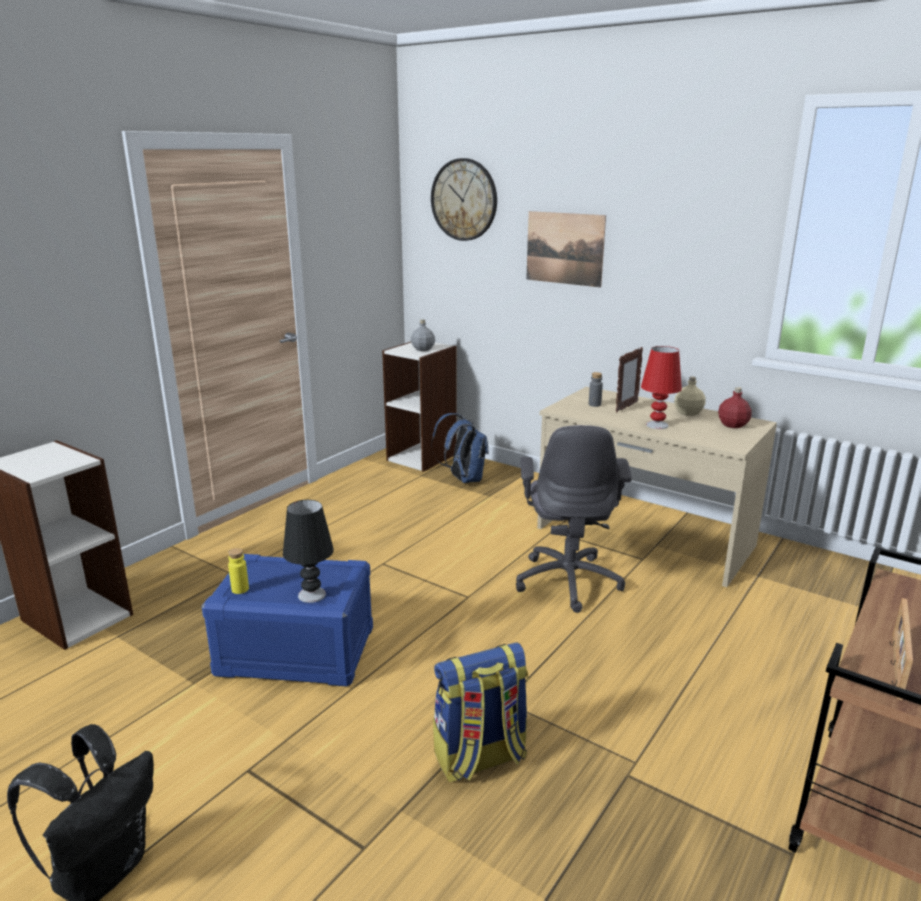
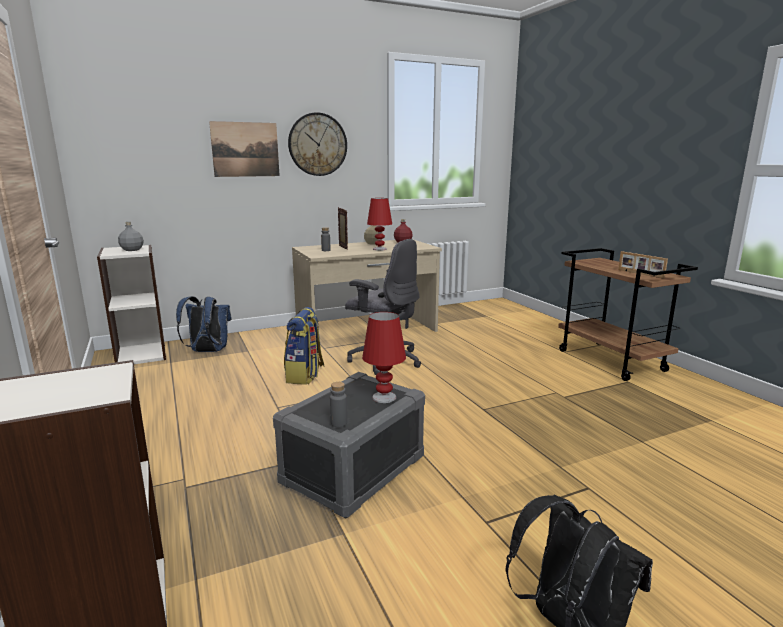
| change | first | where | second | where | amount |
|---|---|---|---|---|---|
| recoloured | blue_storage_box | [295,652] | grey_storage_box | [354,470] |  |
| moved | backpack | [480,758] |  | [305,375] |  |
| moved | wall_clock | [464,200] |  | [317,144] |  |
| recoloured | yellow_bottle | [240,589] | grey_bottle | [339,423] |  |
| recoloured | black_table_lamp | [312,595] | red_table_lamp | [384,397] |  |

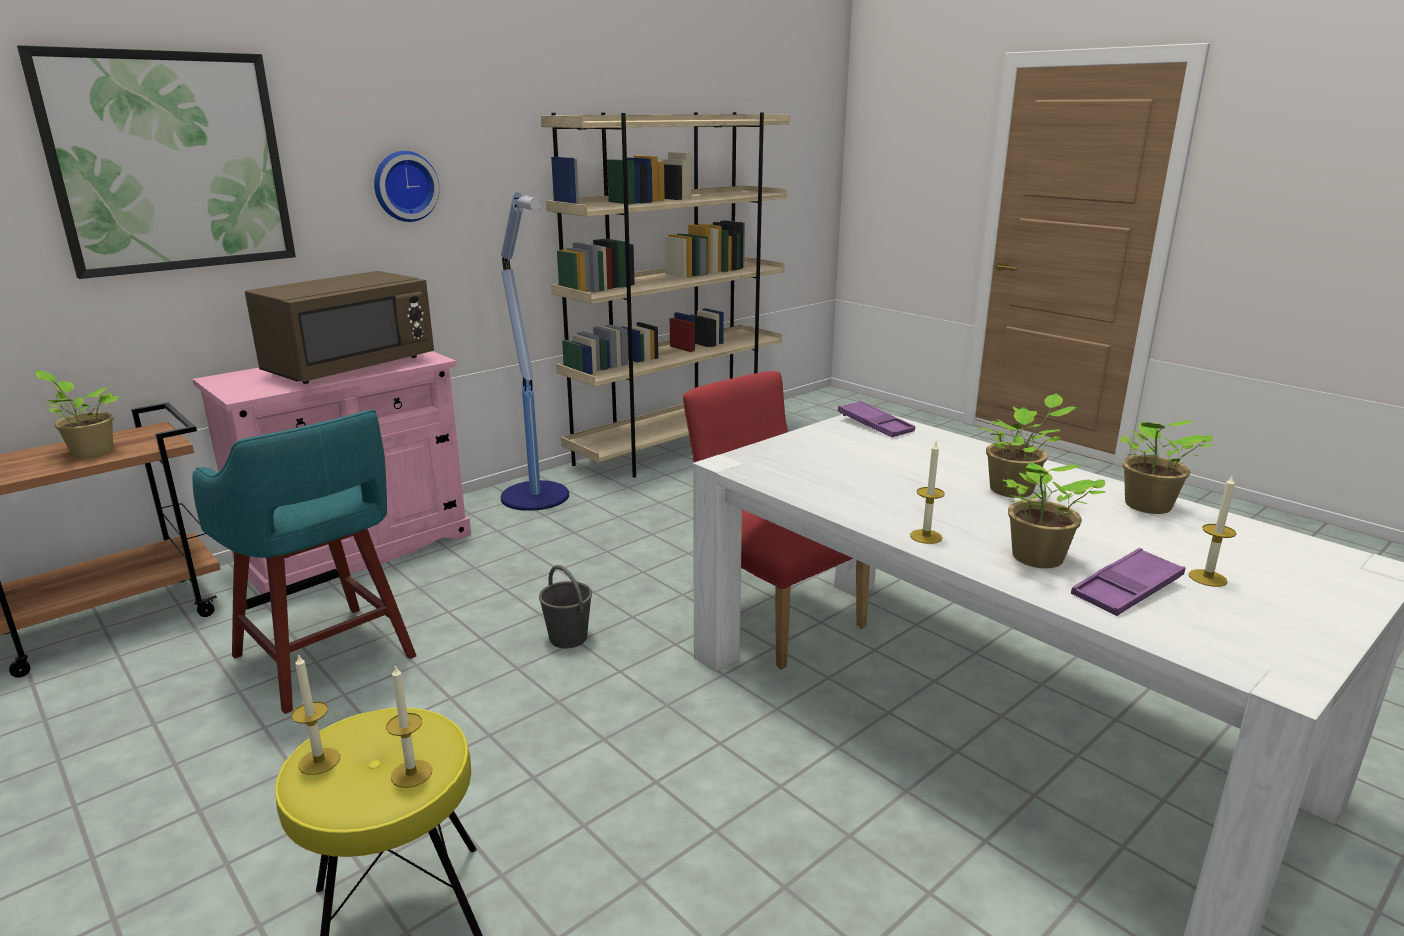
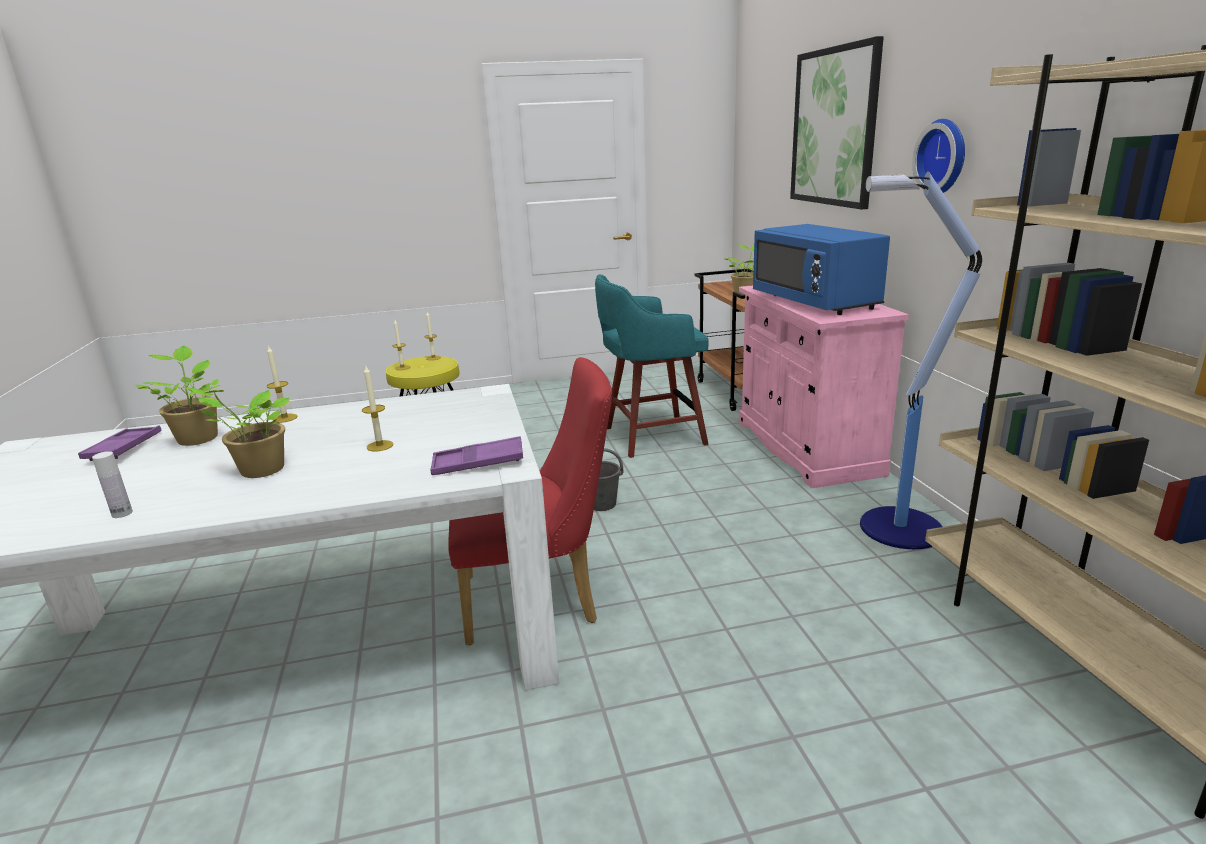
| change | first | where | second | where | amount |
|---|---|---|---|---|---|
| replaced | potted_plant | [1147,507] | white_bottle | [122,513] |  |
| moved | candle | [1207,578] |  | [380,446] |  |
| recoloured | brown_microwave | [350,367] | blue_microwave | [815,302] |  |

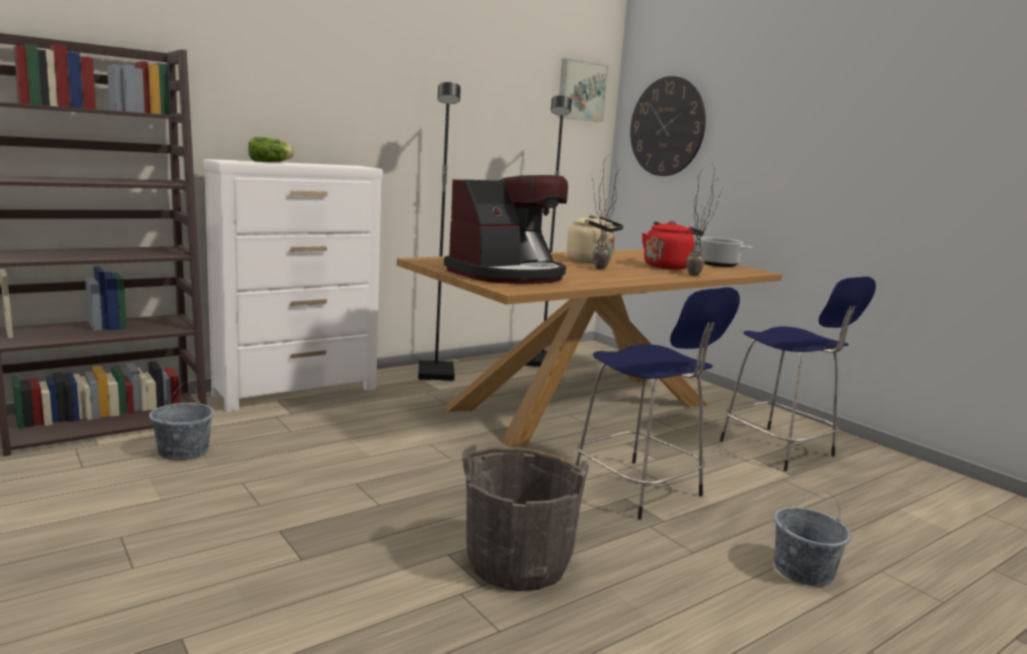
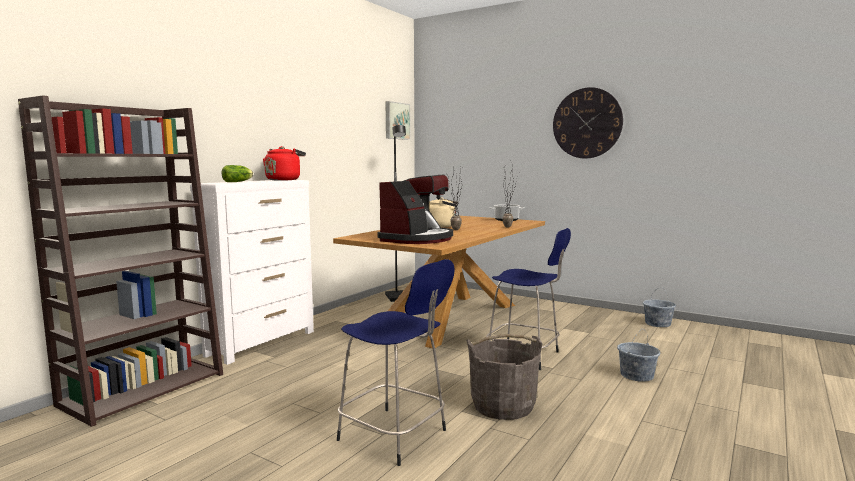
| change | first | where | second | where | amount |
|---|---|---|---|---|---|
| moved | red_kettle | [668,267] |  | [284,180] |  |
| moved | blue_stool | [779,450] |  | [395,436] |  |
| moved | wall_clock | [667,127] |  | [587,123] |  |
| moved | grey_bucket | [184,451] |  | [657,324] |  |
| removed | black_floor_lamp | [437,373] |  |  |  |

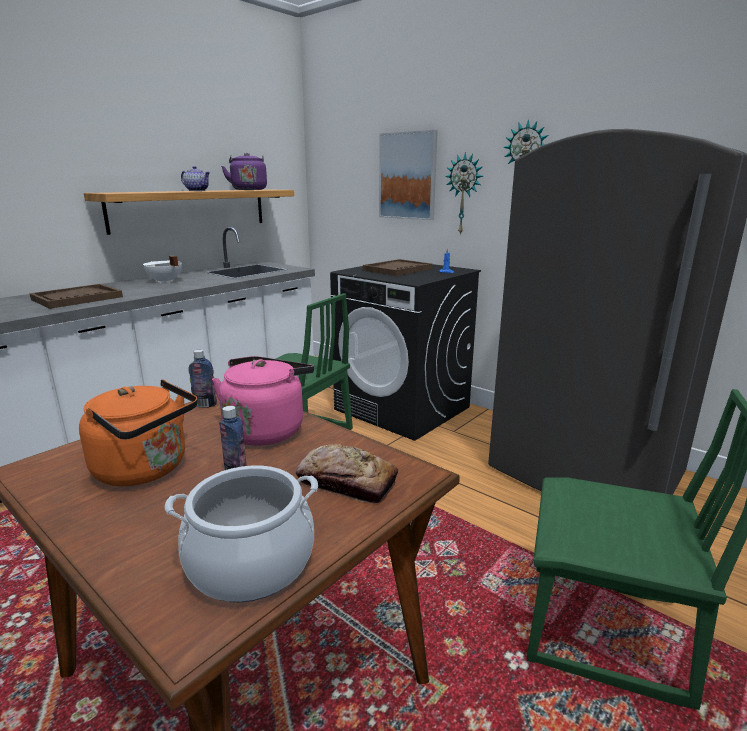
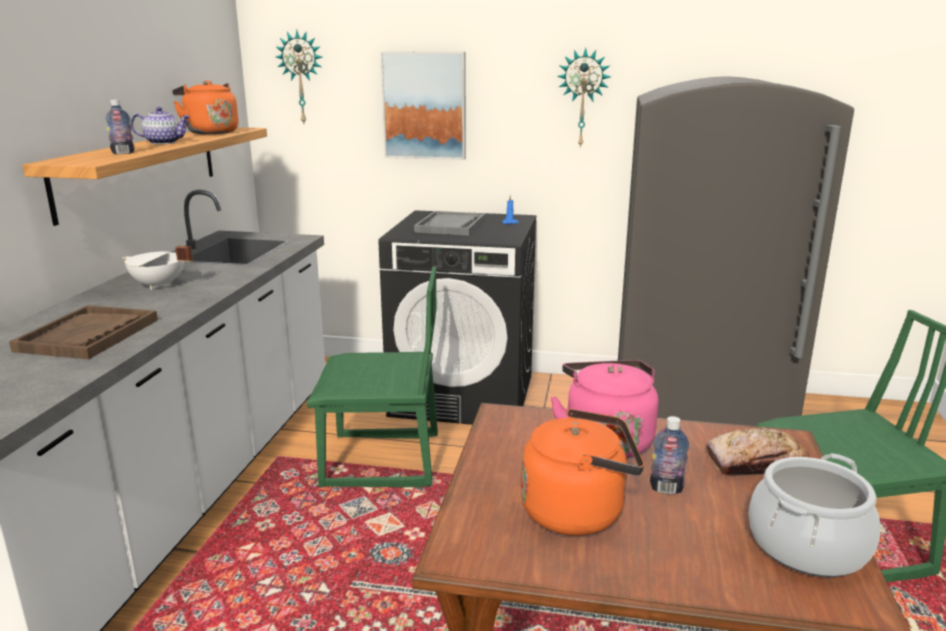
| change | first | where | second | where | amount |
|---|---|---|---|---|---|
| moved | bottle | [205,405] |  | [123,153] |  |
| recoloured | purple_kettle | [248,189] | orange_kettle | [210,132] |  |
| moved | wall_clock | [464,194] |  | [302,78] |  |
| recoloured | brown_tray | [397,269] | grey_tray | [451,226] |  |

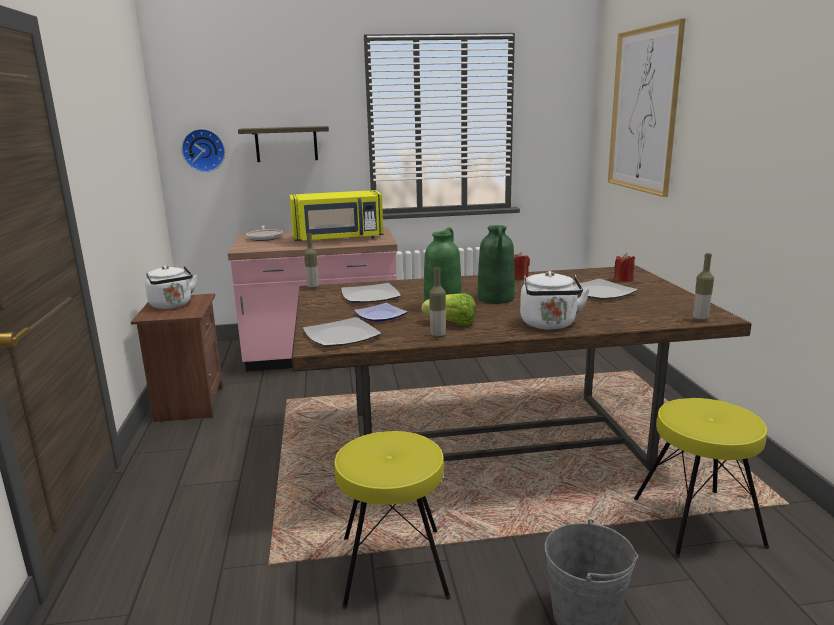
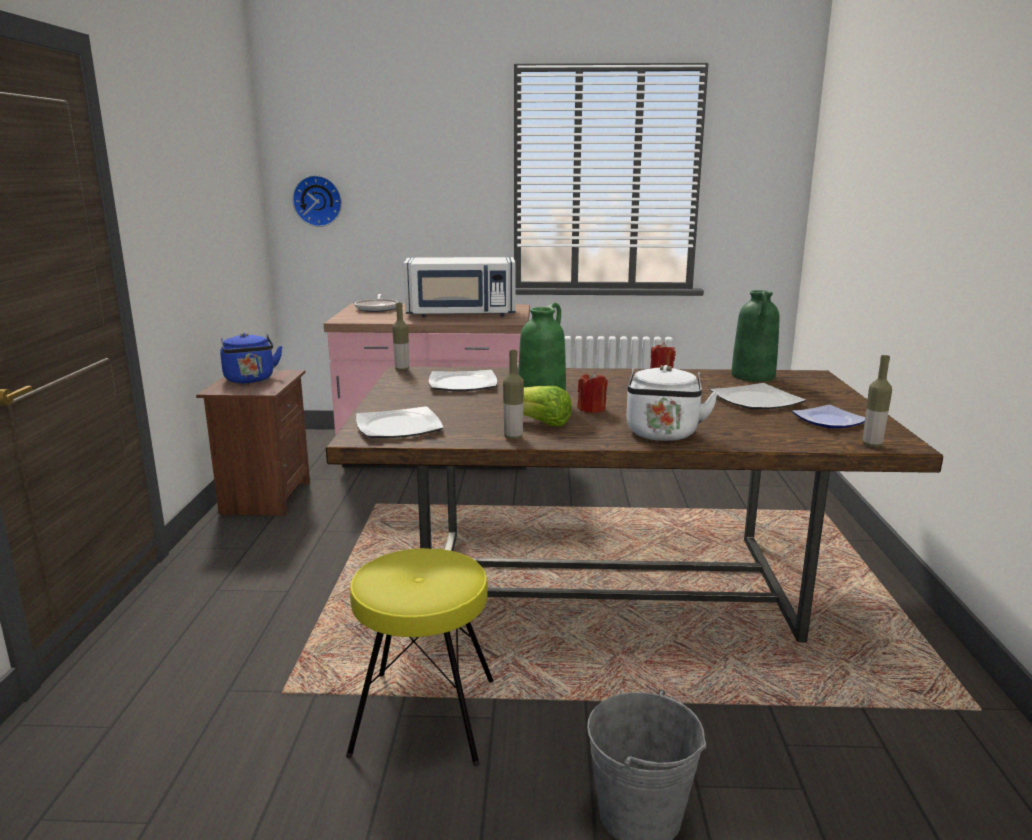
| change | first | where | second | where | amount |
|---|---|---|---|---|---|
| recoloured | white_kettle | [172,305] | blue_kettle | [250,380] |  |
| recoloured | yellow_microwave | [338,238] | white_microwave | [461,314] |  |
| moved | red_candle | [623,279] |  | [592,409] |  |
| moved | green_vase | [496,299] |  | [753,376] |  |
| moved | plate | [380,316] |  | [829,422] |  |
| removed | shelf | [286,144] |  |  |  |
| removed | picture | [643,110] |  |  |  |
| removed | yellow_stool | [696,522] |  |  |  |

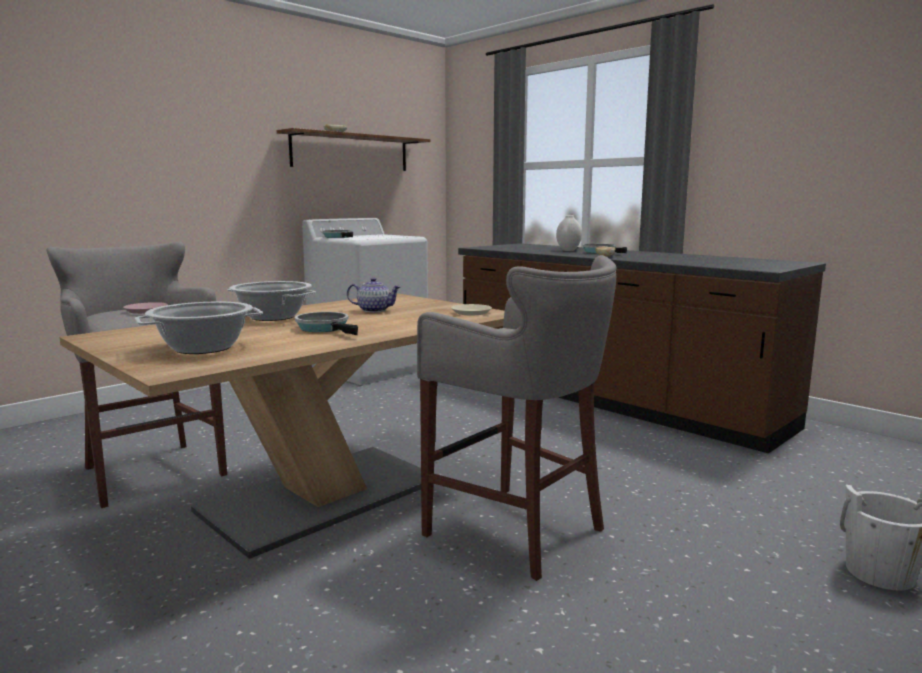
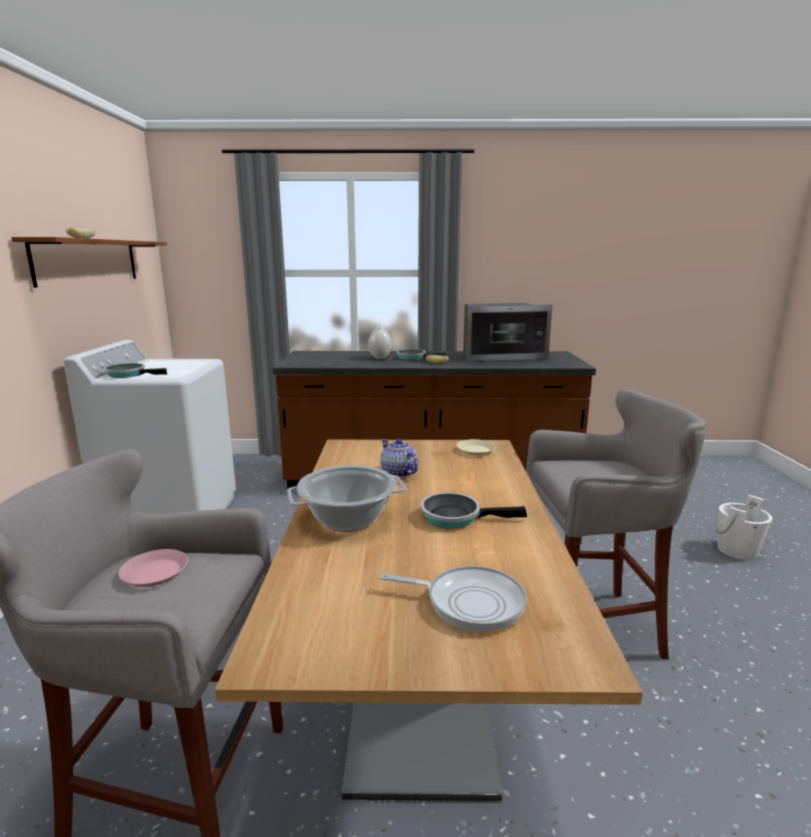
| change | first | where | second | where | amount |
|---|---|---|---|---|---|
| turned | teapot | [374,310] |  | [398,473] | 90 degrees counterclockwise |
| replaced | cooking_pot | [203,348] | frying_pan | [469,602] |  |
| added |  |  | microwave | [500,356] |  |

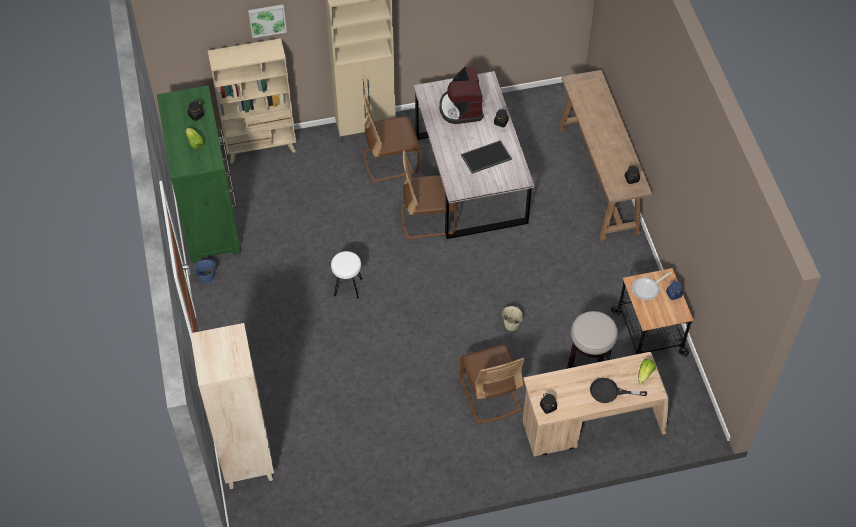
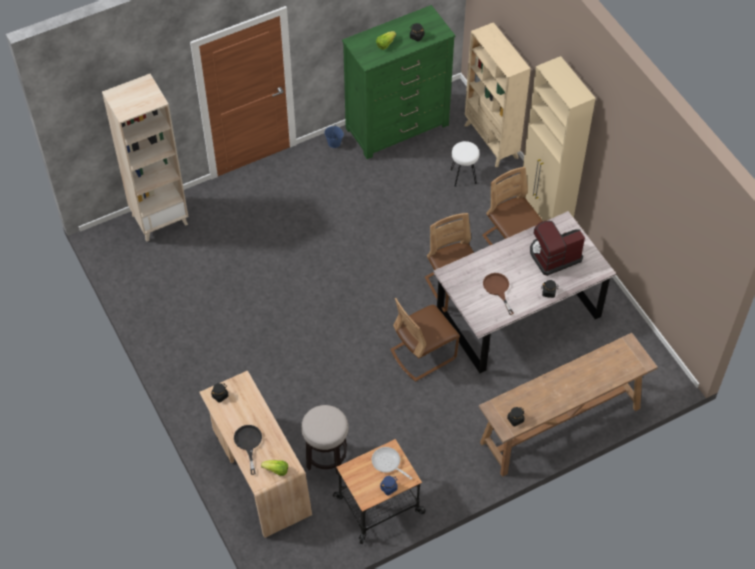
| change | first | where | second | where | amount |
|---|---|---|---|---|---|
| moved | brown_chair | [490,395] |  | [423,354] |  |
| moved | white_stool | [347,286] |  | [463,176] |  |
| replaced | tray | [486,158] | brown_frying_pan | [497,289] |  |
| removed | picture | [267,19] |  |  |  |
| removed | beige_bucket | [511,324] |  |  |  |

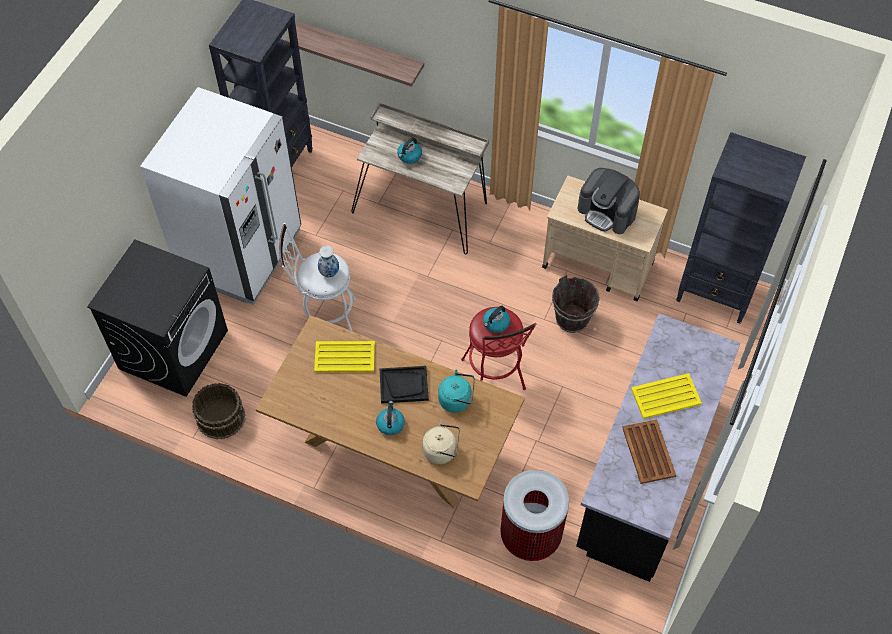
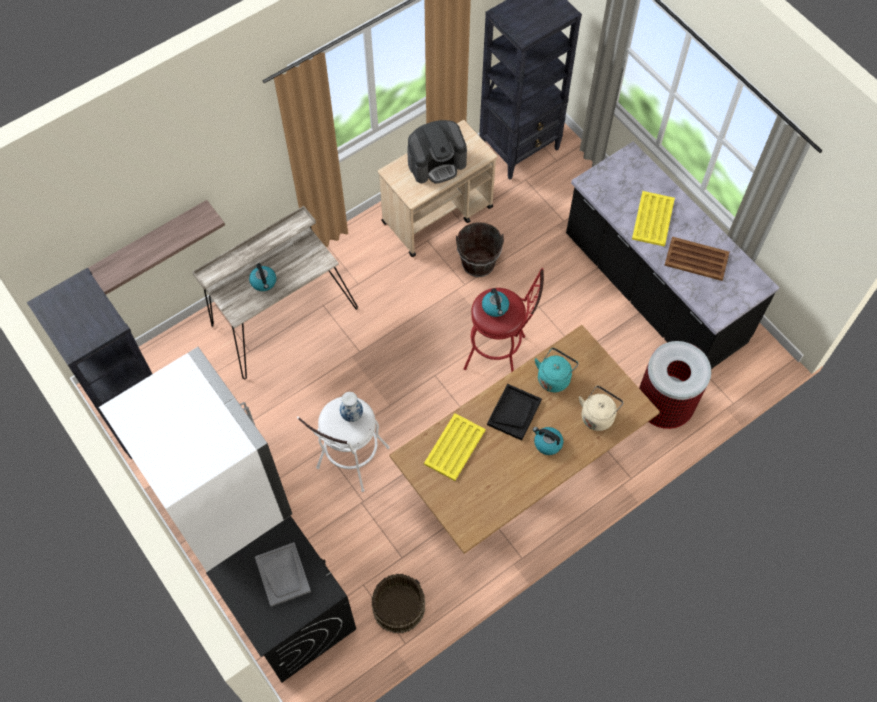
| change | first | where | second | where | amount |
|---|---|---|---|---|---|
| added |  |  | grey_tray | [283,575] |  |

